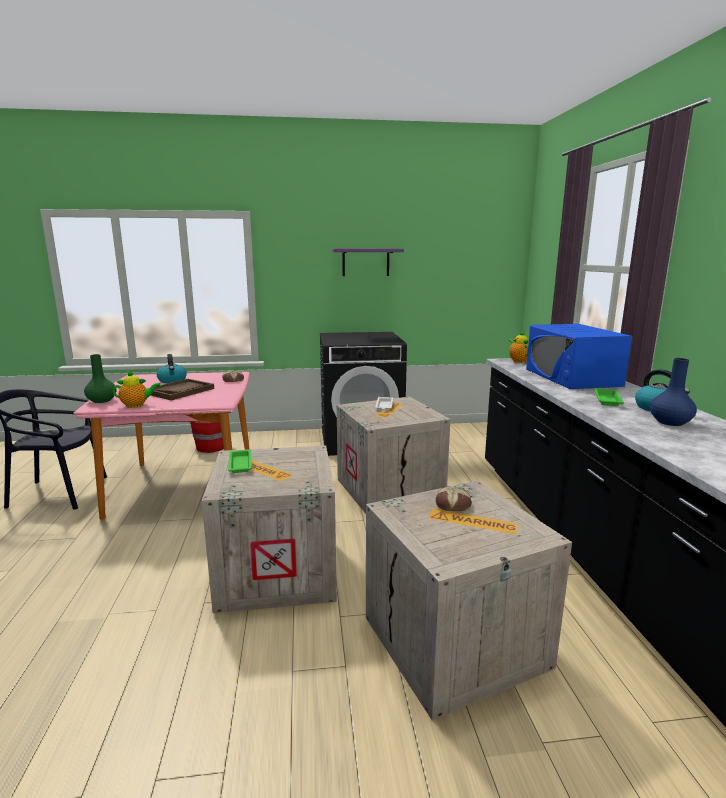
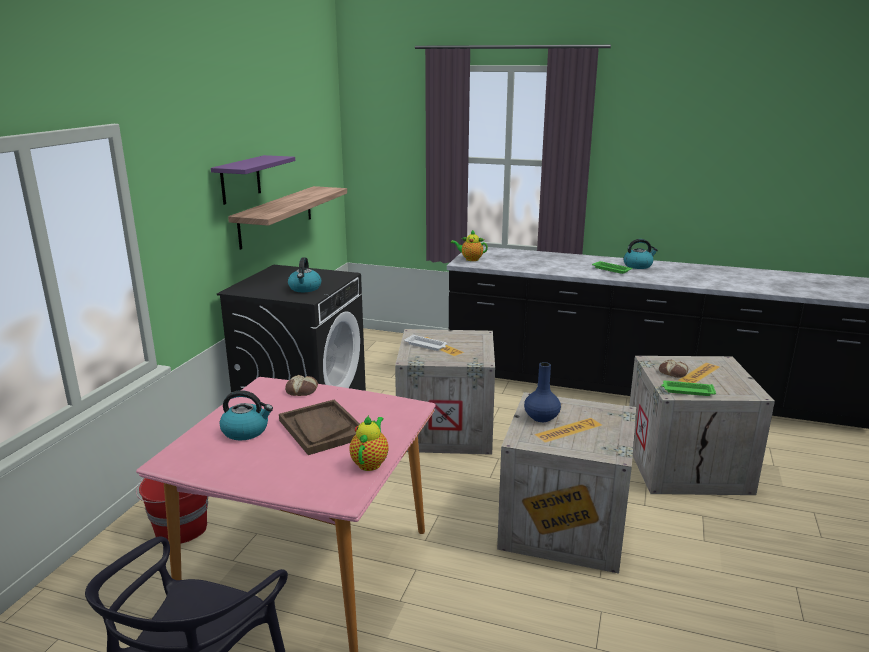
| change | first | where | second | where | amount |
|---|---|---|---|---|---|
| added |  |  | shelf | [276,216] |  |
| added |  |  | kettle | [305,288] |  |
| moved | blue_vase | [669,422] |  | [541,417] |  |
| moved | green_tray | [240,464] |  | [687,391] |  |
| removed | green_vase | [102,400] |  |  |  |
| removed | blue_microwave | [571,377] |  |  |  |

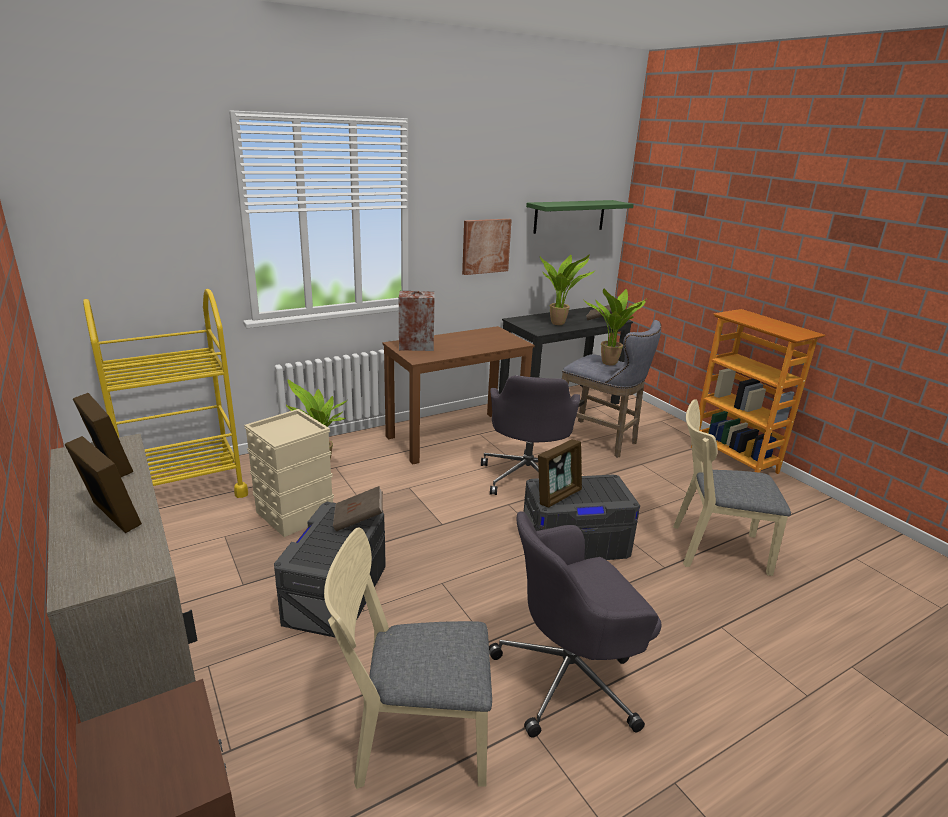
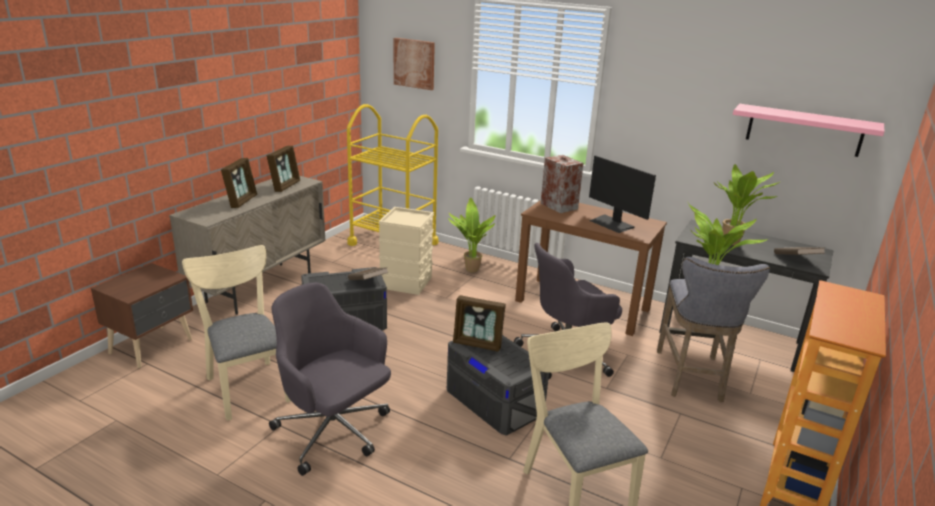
| change | first | where | second | where | amount |
|---|---|---|---|---|---|
| moved | picture | [485,246] |  | [414,63] |  |
| added |  |  | monitor | [612,224] |  |
| recoloured | green_shelf | [569,216] | pink_shelf | [804,130] |  |

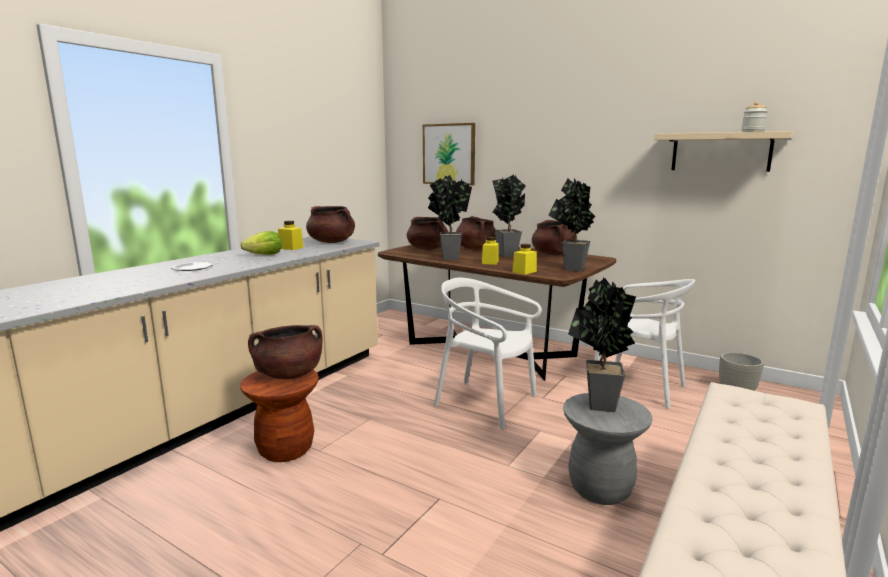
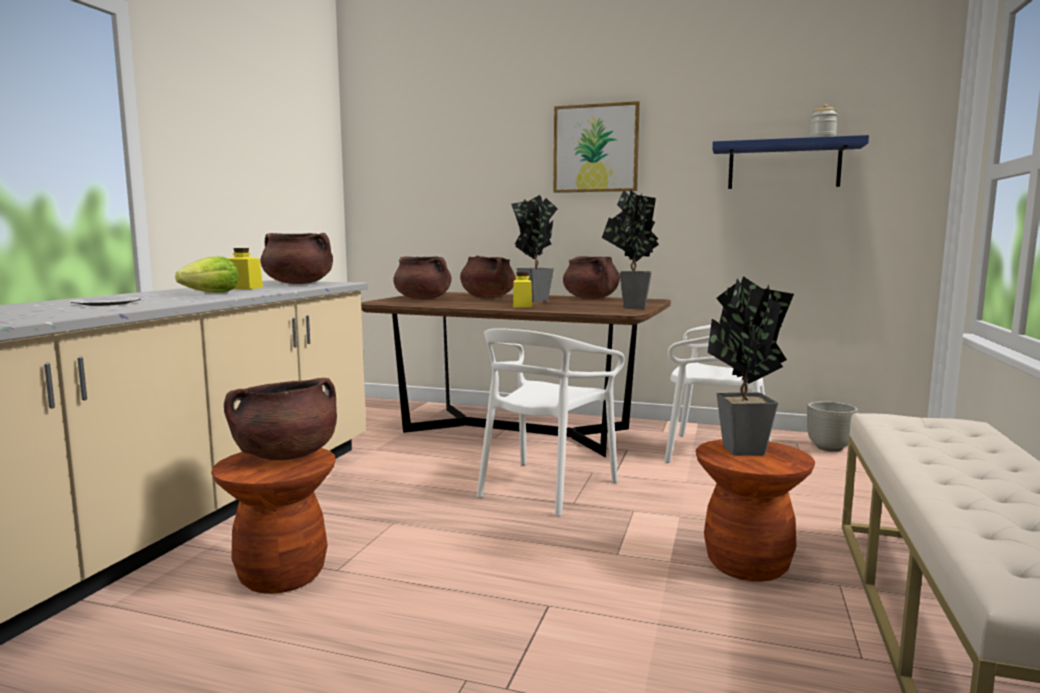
| change | first | where | second | where | amount |
|---|---|---|---|---|---|
| turned | white_chair | [486,402] |  | [545,487] | 75 degrees counterclockwise |
| moved | picture | [449,154] |  | [596,148] |  |
| recoloured | grey_stool | [600,489] | brown_stool | [747,564] |  |
| recoloured | beige_shelf | [720,152] | blue_shelf | [784,165] |  |
| removed | potted_plant | [447,258] |  |  |  |
| removed | yellow_jar | [524,271] |  |  |  |

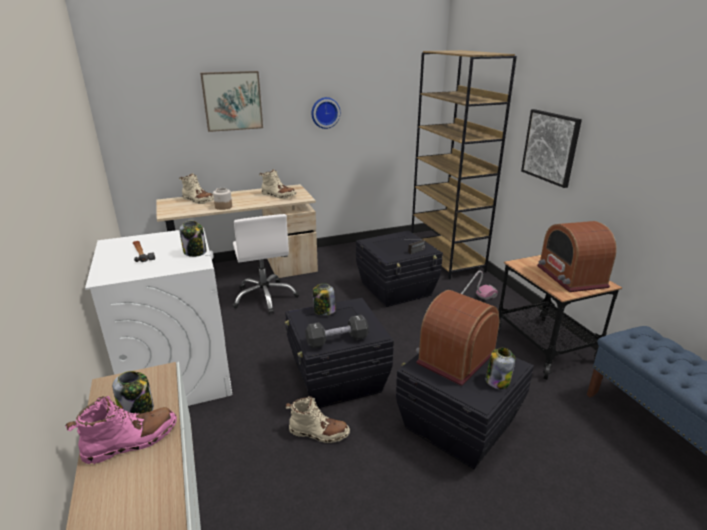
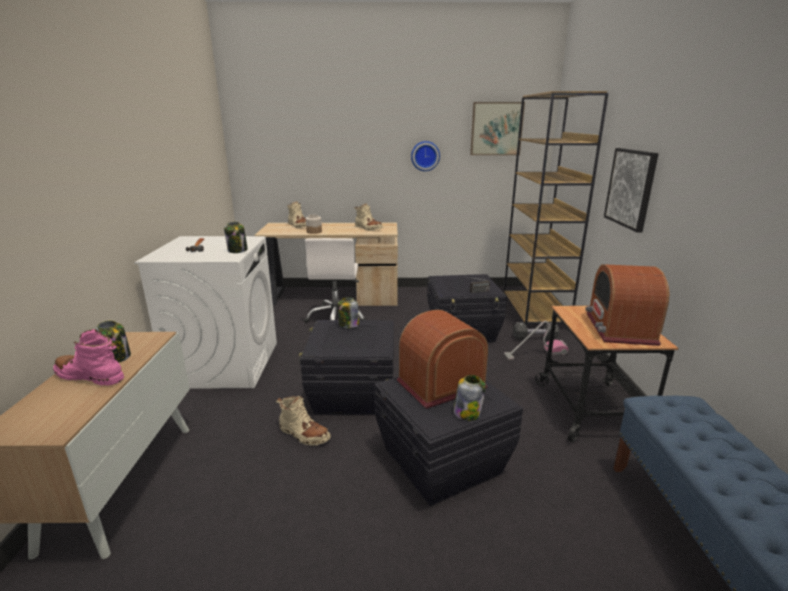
| change | first | where | second | where | amount |
|---|---|---|---|---|---|
| turned | pink_boot | [131,441] |  | [90,376] | 150 degrees counterclockwise |
| moved | picture | [232,101] |  | [496,129] |  |
| moved | black_dumbbell | [337,340] |  | [535,338] |  |

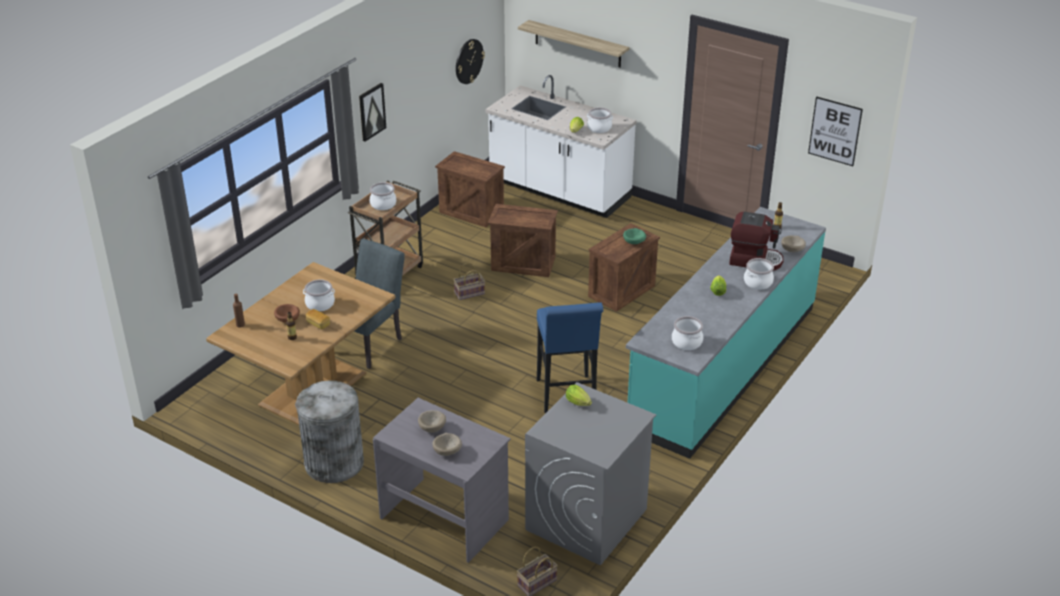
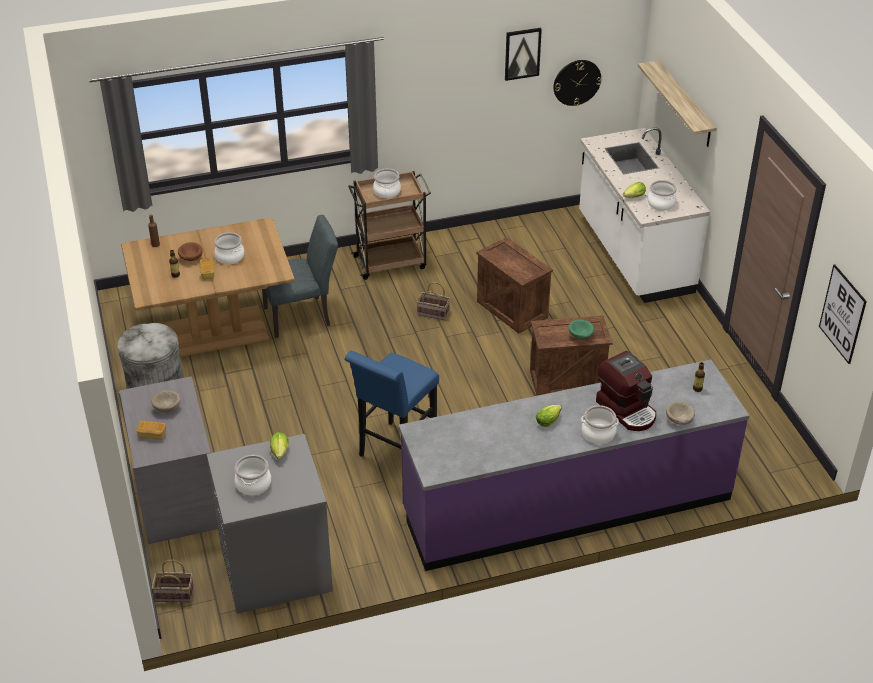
| change | first | where | second | where | amount |
|---|---|---|---|---|---|
| replaced | beige_bowl | [448,452] | bread | [152,435] |  |
| moved | cooking_pot | [686,342] |  | [253,484] |  |
| recoloured | turquoise_counter | [723,366] | purple_counter | [567,504] |  |
| moved | picture | [371,111] |  | [522,53] |  |
| removed | crate | [472,212] |  |  |  |

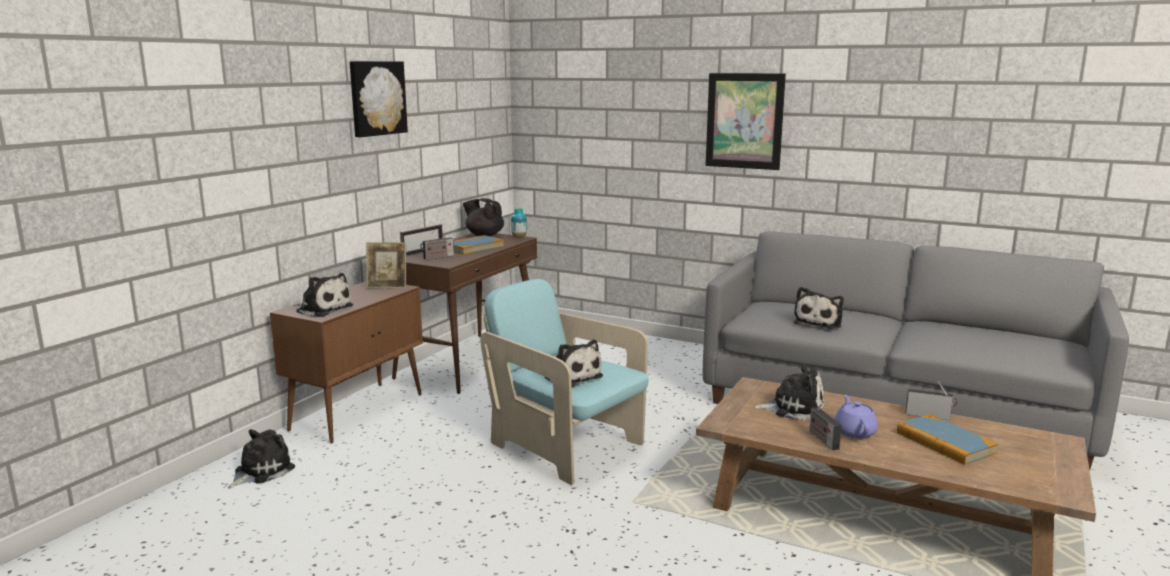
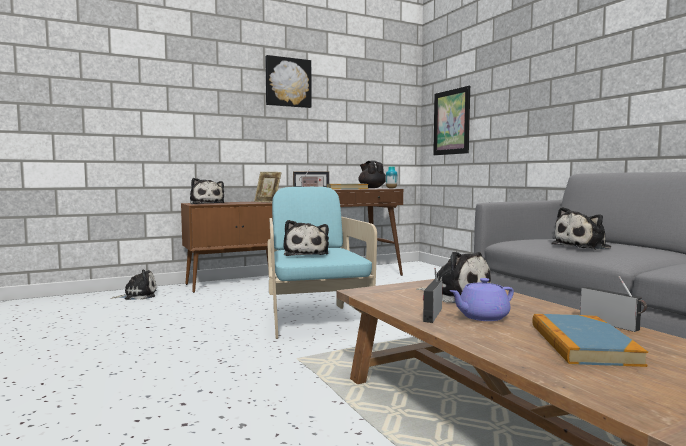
| change | first | where | second | where | amount |
|---|---|---|---|---|---|
| moved | picture | [744,121] |  | [451,122] |  |
| turned | purple_teapot | [854,432] |  | [482,317] | 150 degrees counterclockwise |

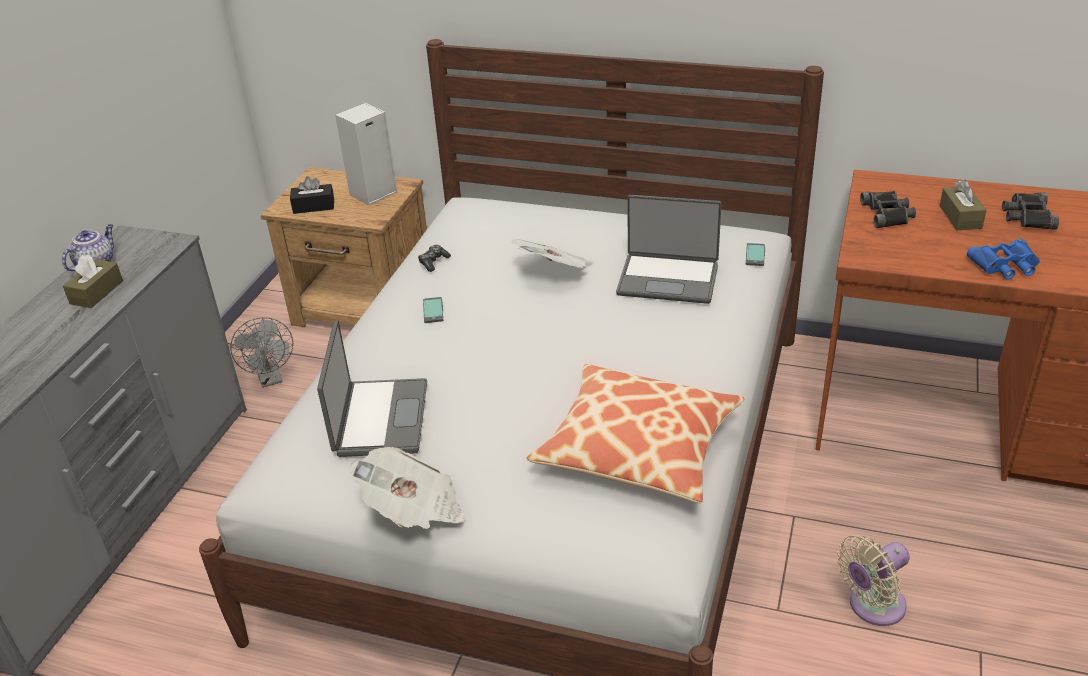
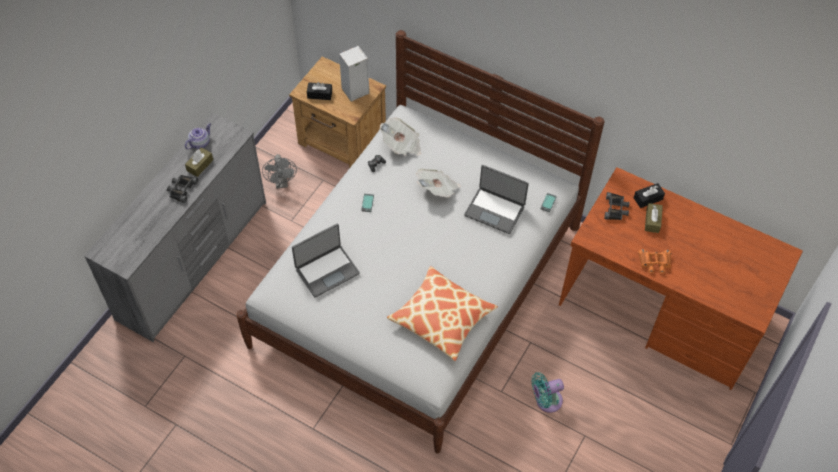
| change | first | where | second | where | amount |
|---|---|---|---|---|---|
| moved | black_binoculars | [1027,216] |  | [181,189] |  |
| turned | laptop | [379,419] |  | [327,270] | 45 degrees clockwise |
| moved | newspaper | [413,510] |  | [401,145] |  |
| recoloured | beige_fan | [872,606] | turquoise_fan | [546,401] |  |
| added |  |  | black_tissue_box | [648,198] |  |
| recoloured | blue_binoculars | [1005,265] | orange_binoculars | [654,263] |  |

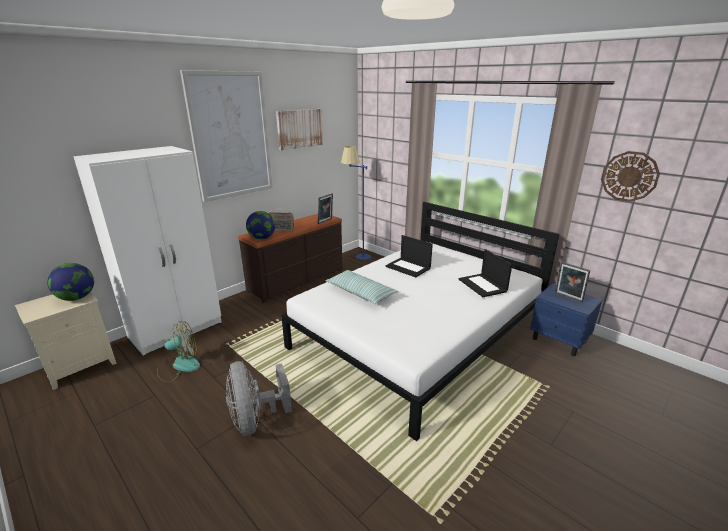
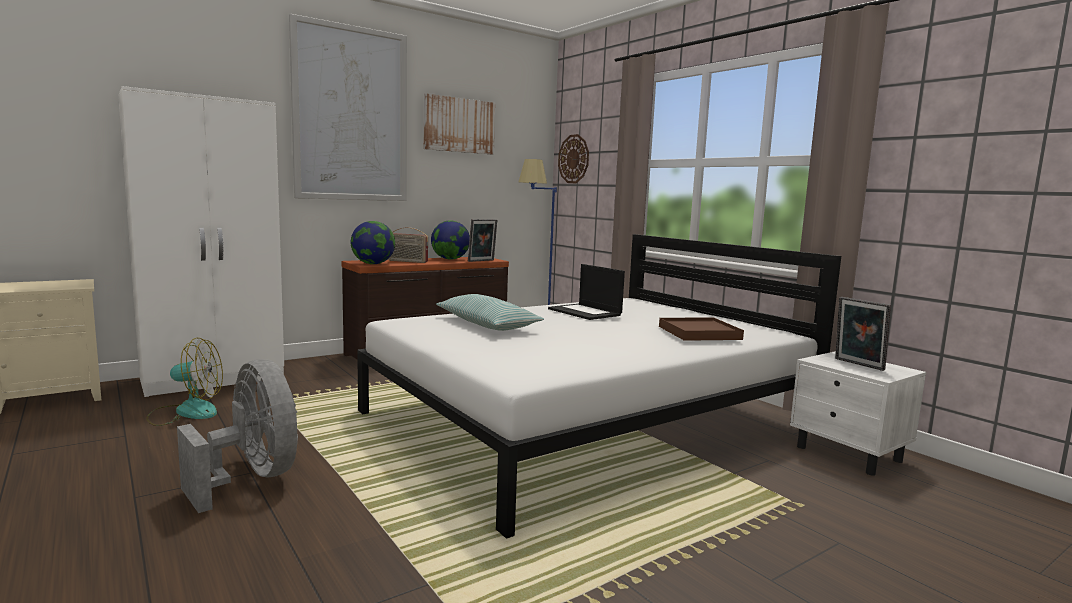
| change | first | where | second | where | amount |
|---|---|---|---|---|---|
| turned | grey_fan | [255,419] |  | [252,478] | 150 degrees clockwise |
| moved | globe | [77,298] |  | [450,259] |  |
| moved | wall_clock | [629,176] |  | [573,159] |  |
| replaced | laptop | [483,285] | brown_tray | [699,333] |  |
| recoloured | blue_nightstand | [559,340] | white_nightstand | [849,454] |  |

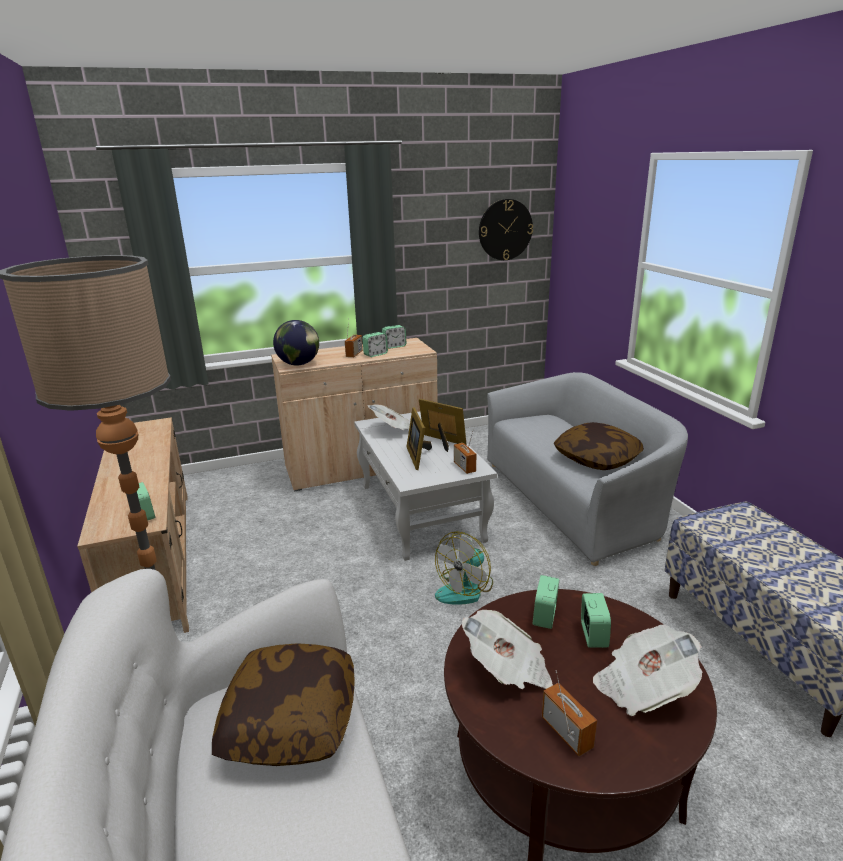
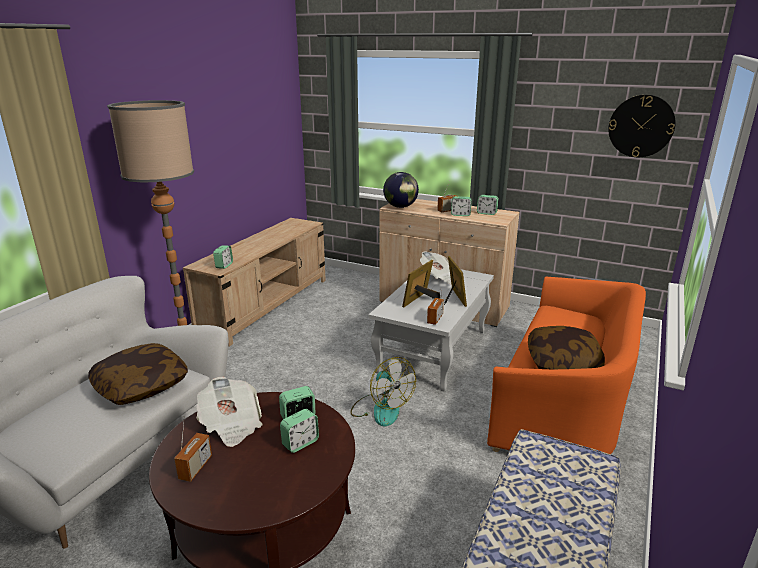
| change | first | where | second | where | amount |
|---|---|---|---|---|---|
| turned | fan | [465,589] |  | [381,409] | 120 degrees counterclockwise |
| recoloured | grey_sofa | [575,500] | orange_sofa | [564,402] |  |
| removed | newspaper | [643,687] |  |  |  |

